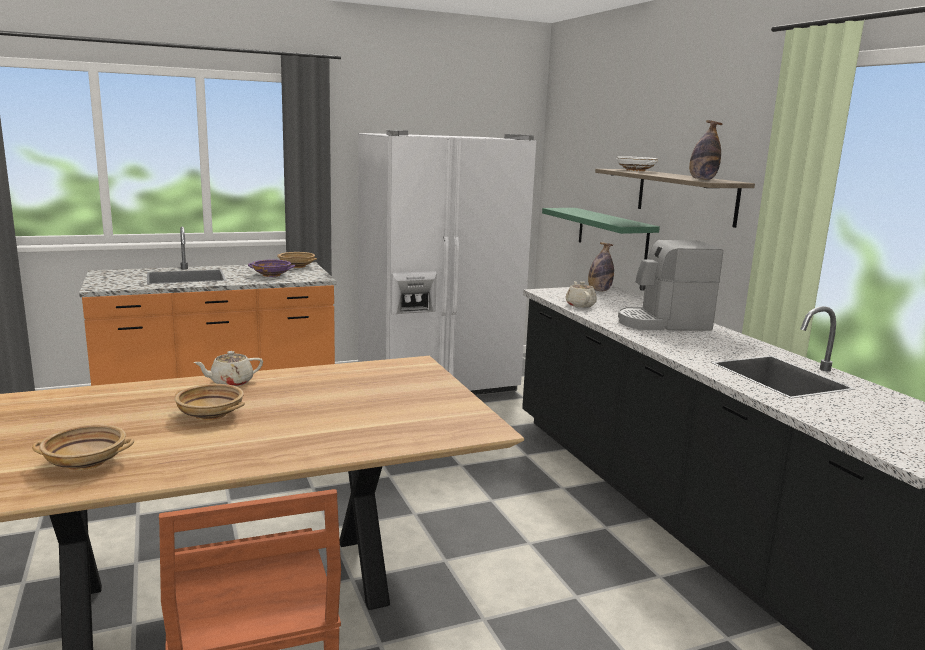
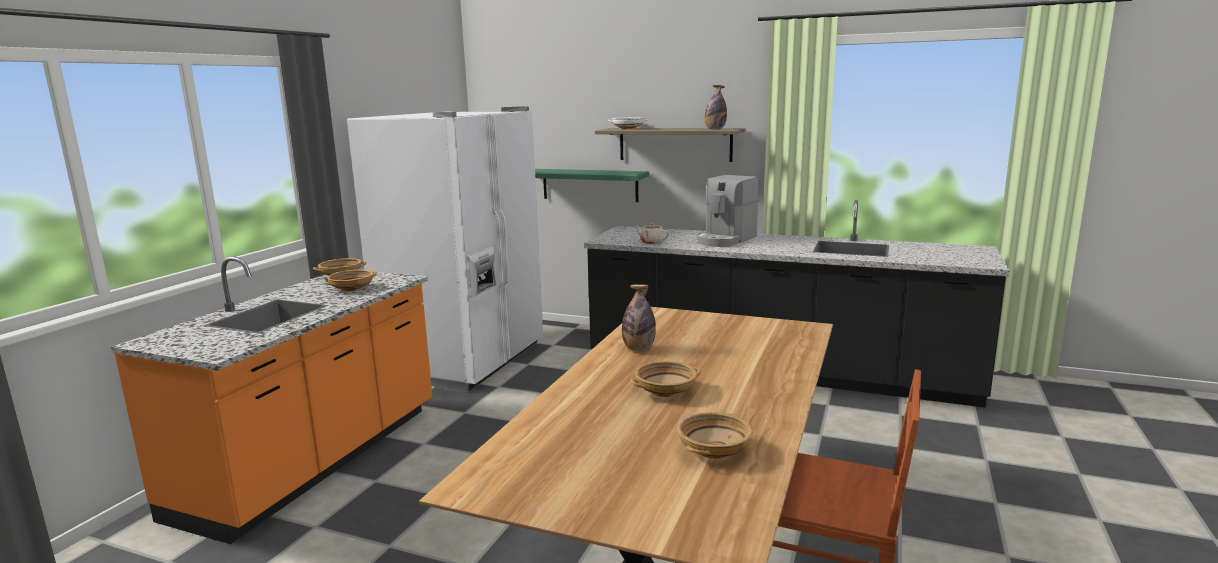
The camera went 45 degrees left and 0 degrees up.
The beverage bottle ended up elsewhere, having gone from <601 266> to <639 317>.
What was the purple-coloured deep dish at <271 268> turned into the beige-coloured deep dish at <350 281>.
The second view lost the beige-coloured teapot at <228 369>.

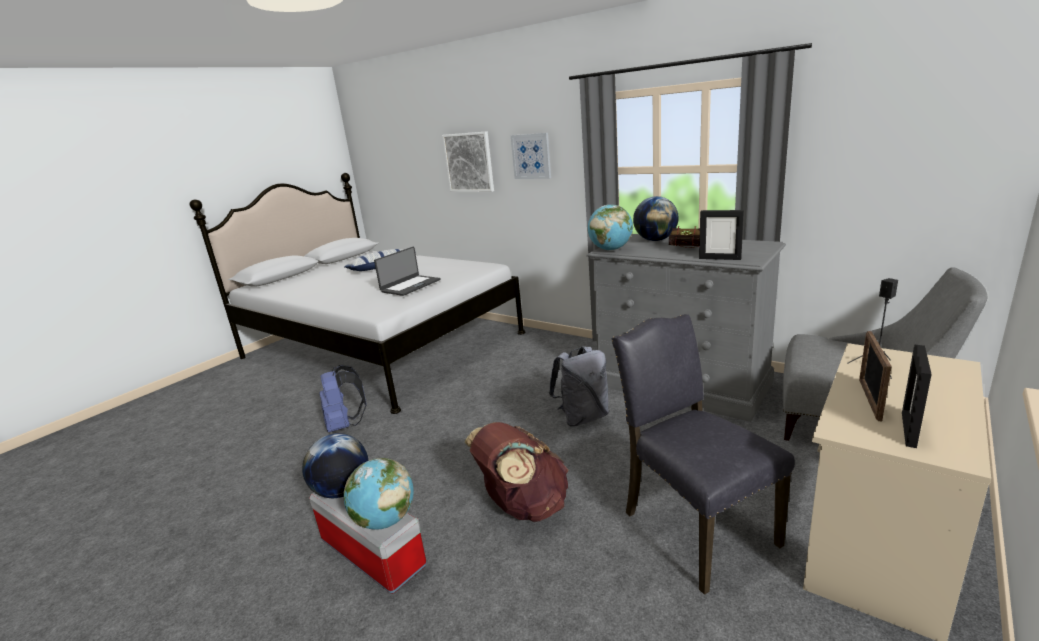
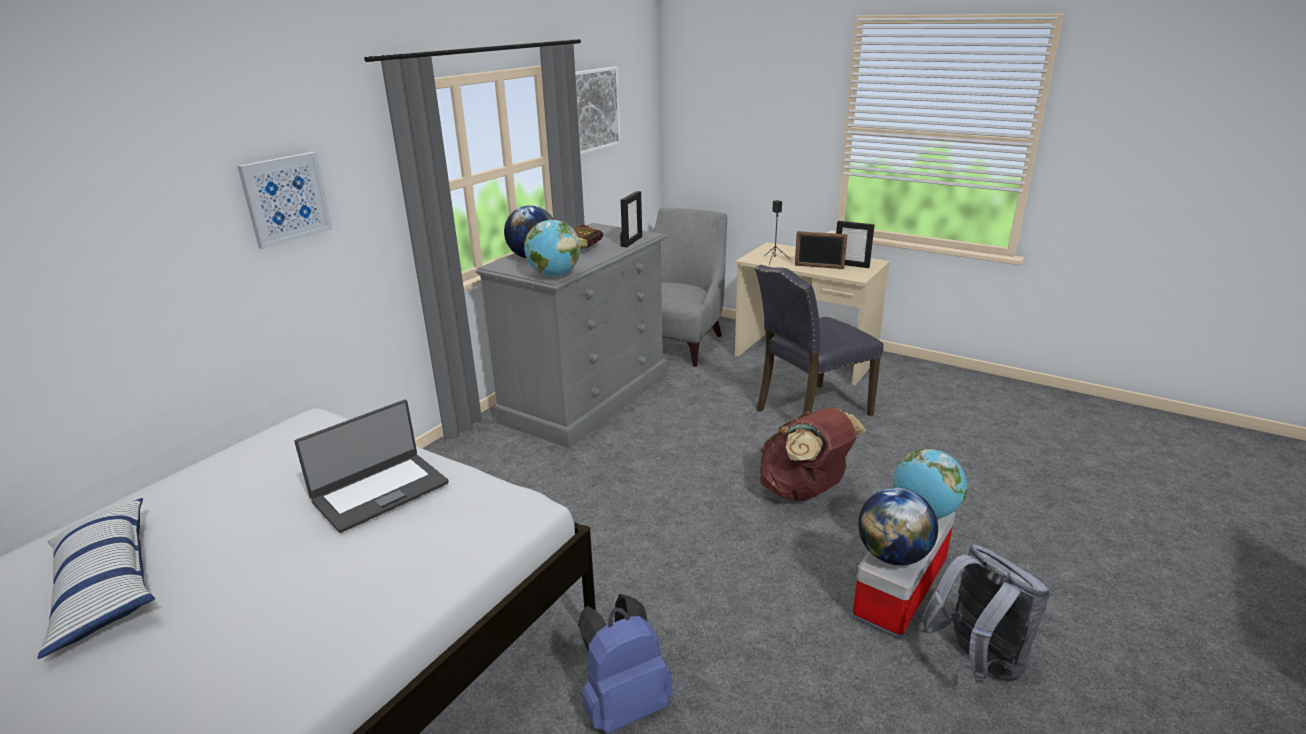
The camera went 95 degrees left and 5 degrees up.
The wall picture ended up elsewhere, having gone from <468 161> to <598 111>.
The notebook computer at <407 271> ended up facing another way, 105 degrees clockwise from before.
The grey rucksack ended up elsewhere, having gone from <579 386> to <984 614>.

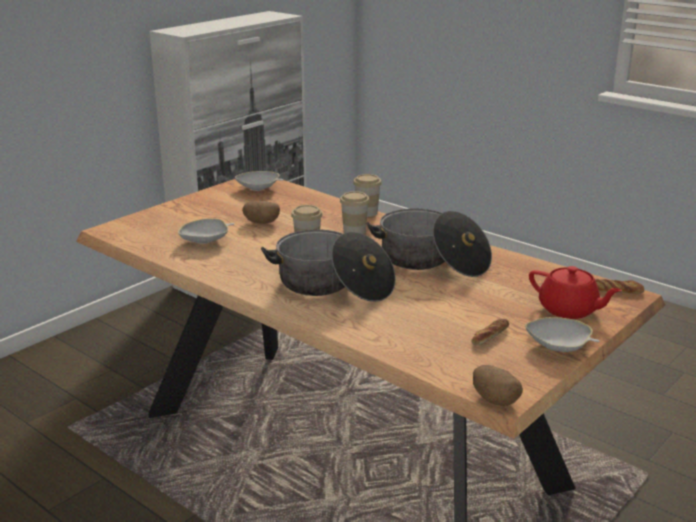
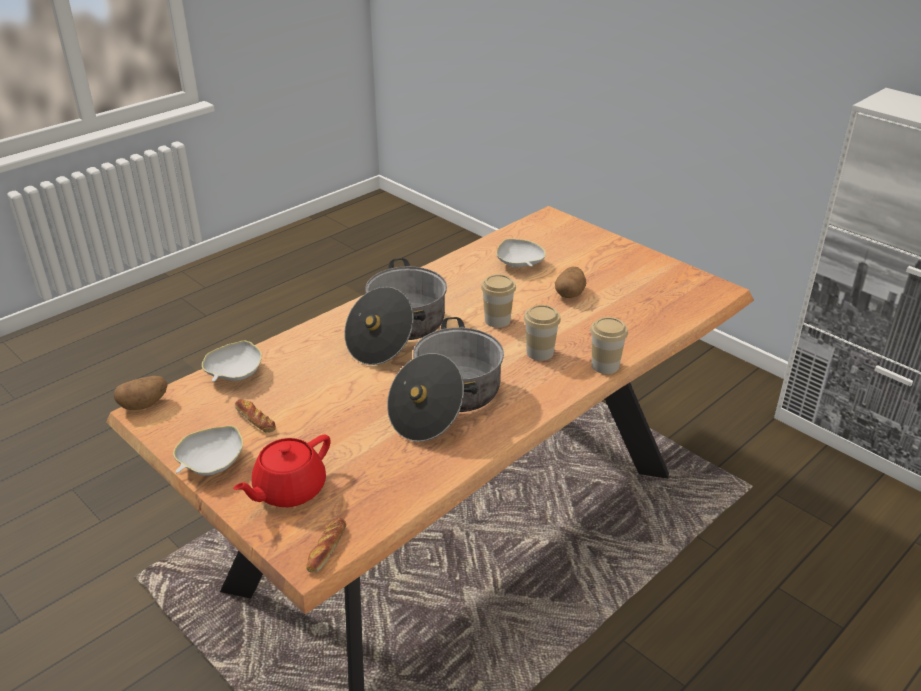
The camera went 95 degrees right and 10 degrees up.
The whitish deep dish ended up elsewhere, having gone from <259 181> to <232 361>.

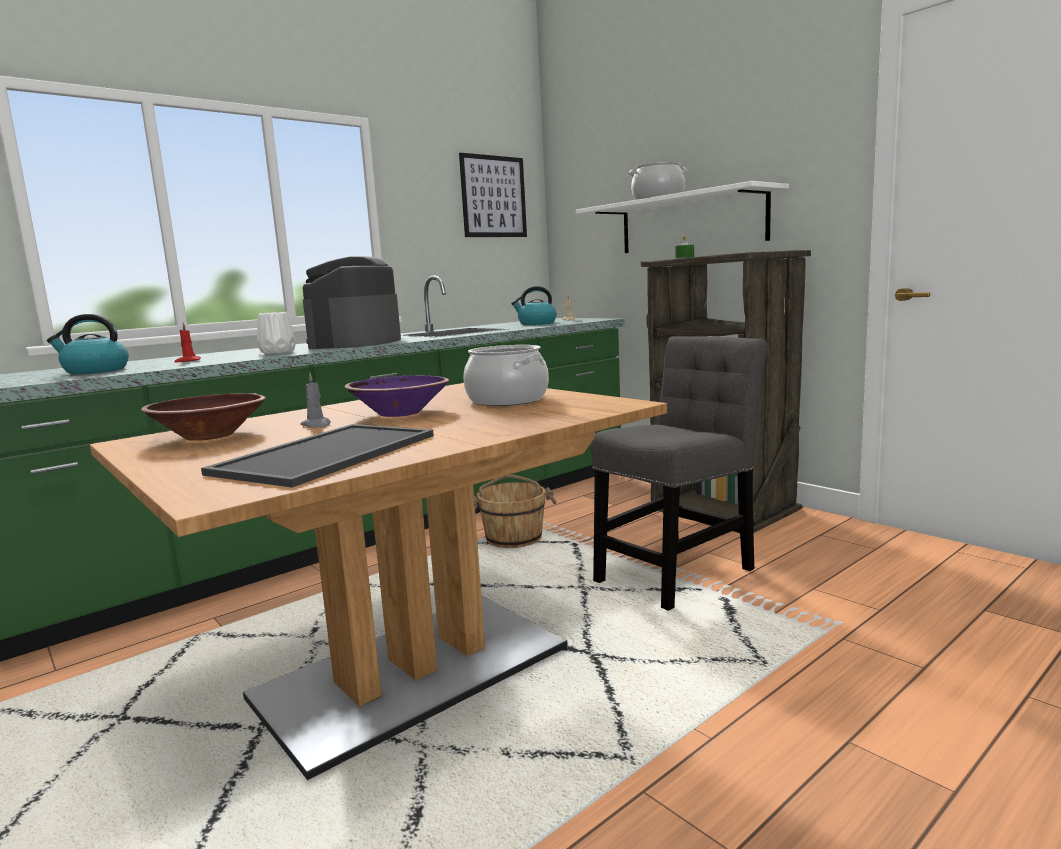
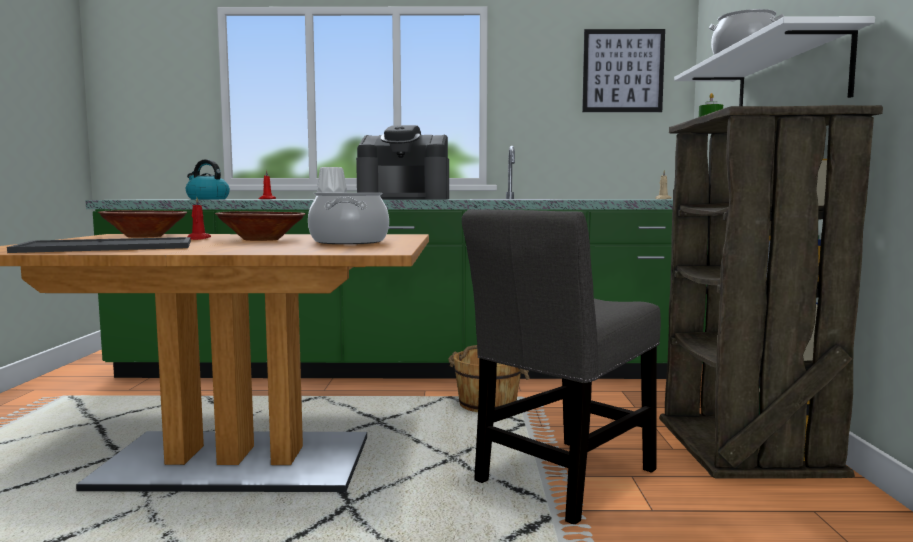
The camera went 40 degrees right and 5 degrees down.
The coffee maker at <352 302> ended up facing another way, 135 degrees counterclockwise from before.
The second view lost the tea kettle at <533 305>.
The grey upright chair at <680 473> ended up facing another way, 135 degrees clockwise from before.
What was the grey candle at <315 400> turned into the red-coloured candle at <199 219>.
What was the purple-coloured deep dish at <397 396> turned into the brownish deep dish at <260 226>.

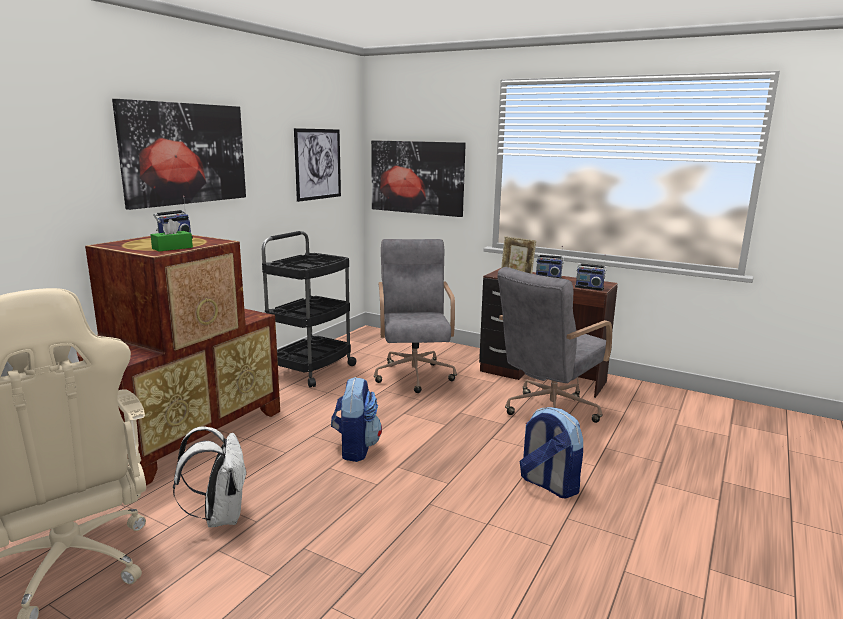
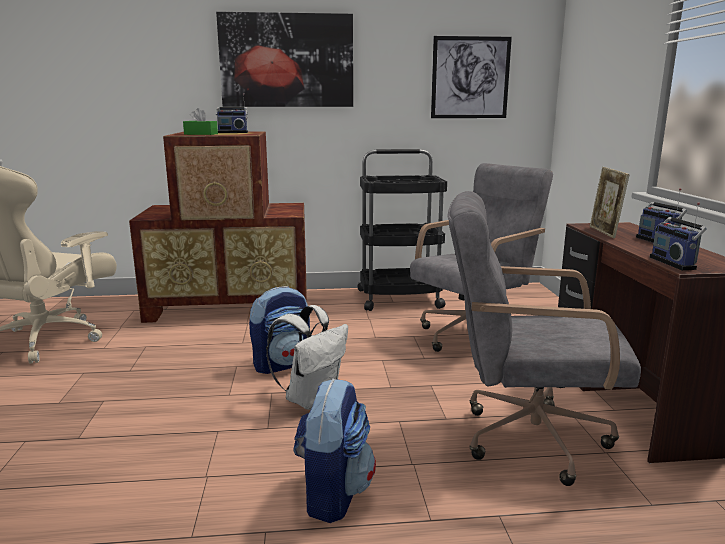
The camera went 55 degrees right and 0 degrees up.
The second view lost the wall picture at <418 178>.
The whitish rucksack ended up elsewhere, having gone from <209 477> to <307 357>.

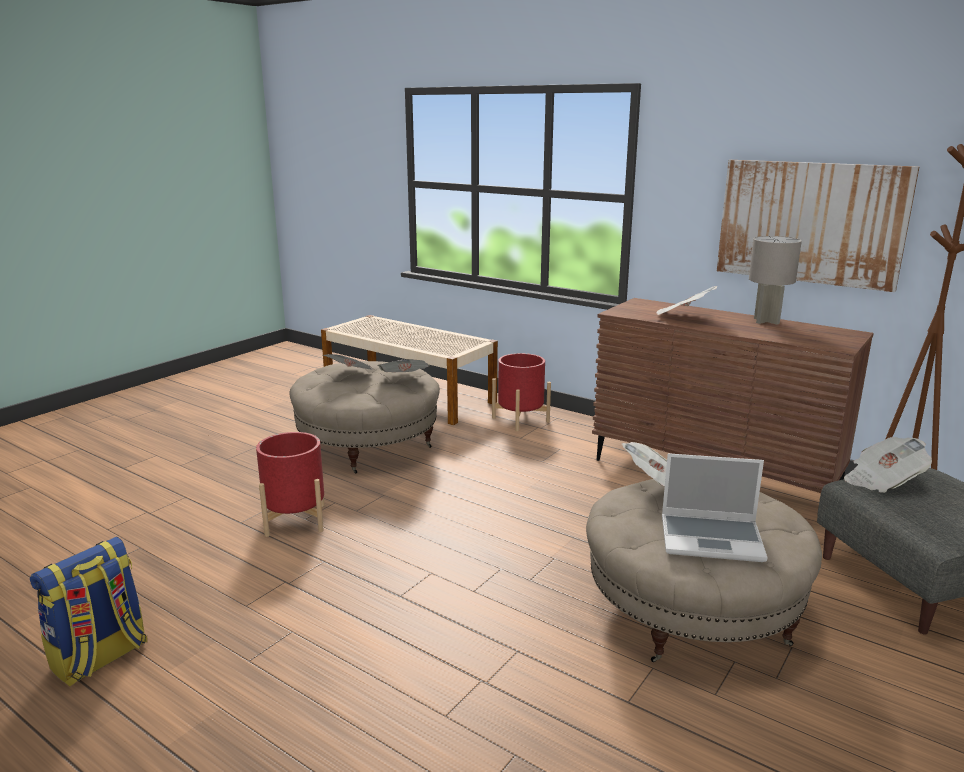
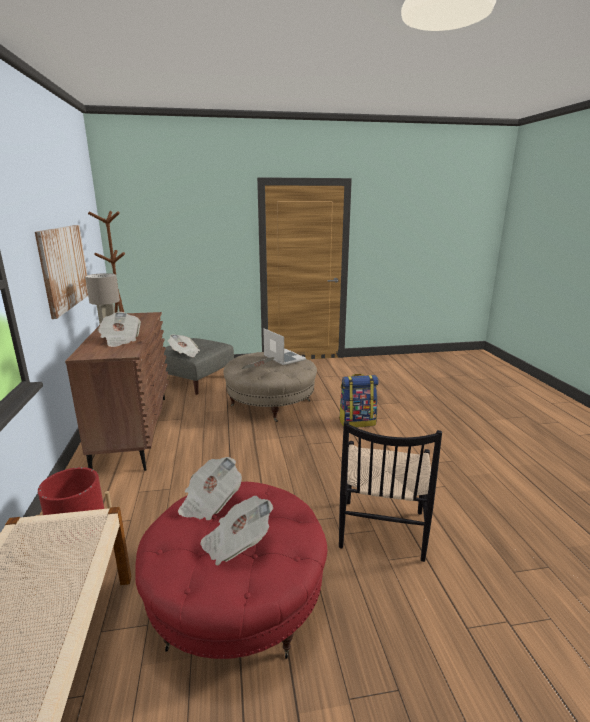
The camera went 135 degrees left and 0 degrees up.
What was the beige-coloured ottoman at <365 417> turned into the red-coloured ottoman at <231 570>.
Where the red-coloured flower pot stood at <290 484>, the blackish upright chair came to stand at <390 491>.
The rucksack ended up elsewhere, having gone from <89 612> to <359 401>.

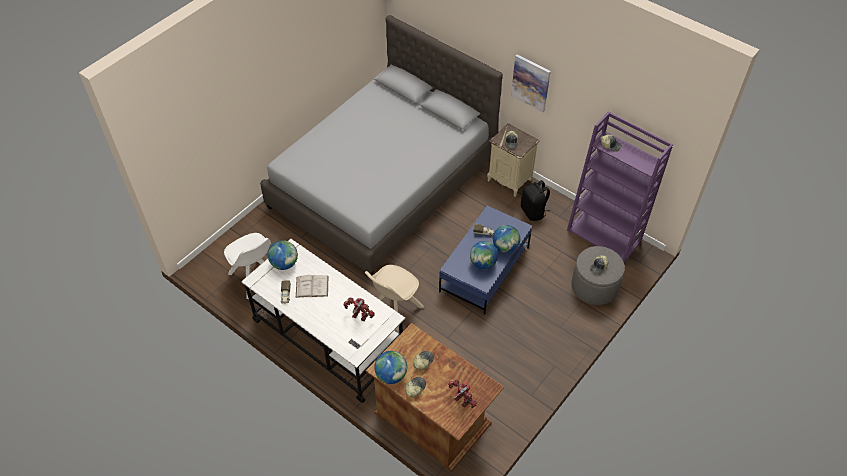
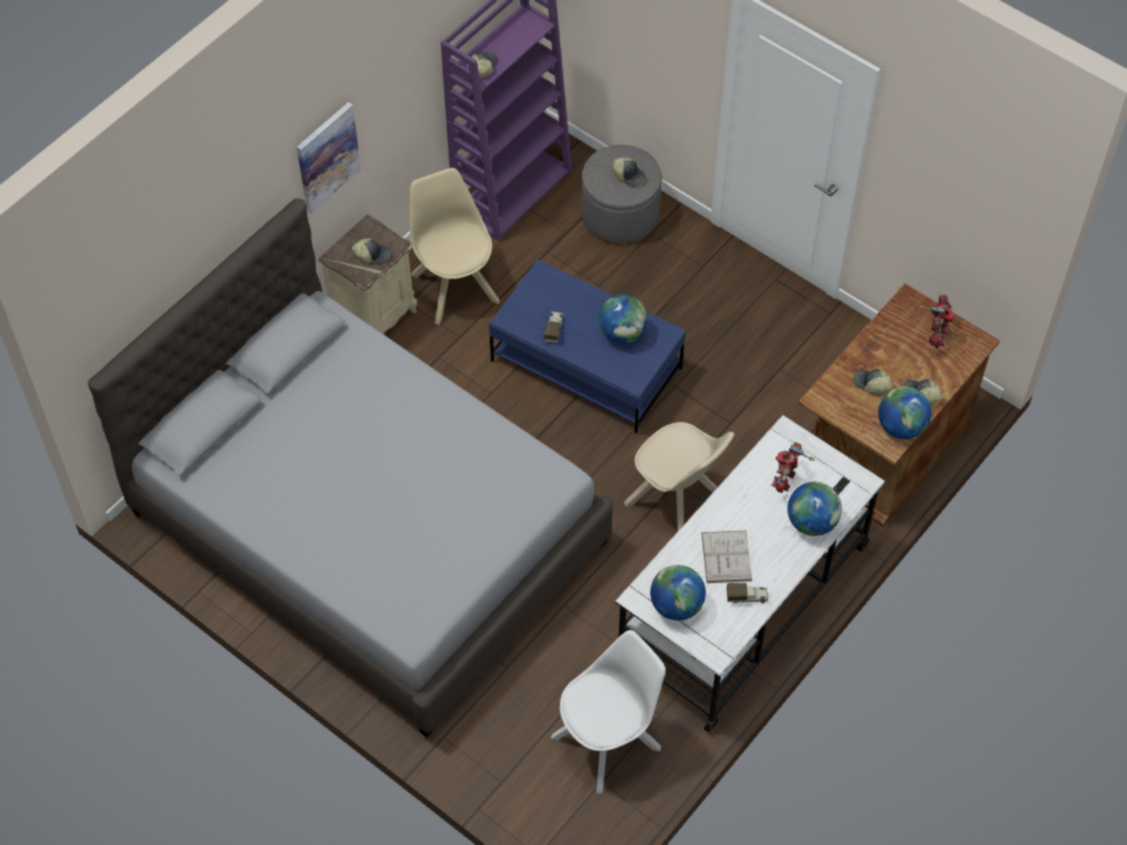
The camera went 90 degrees left and 5 degrees up.
Where the blackish rucksack stood at <535 200>, the beige-coloured upright chair came to stand at <454 246>.
The world globe ended up elsewhere, having gone from <506 239> to <815 509>.
The robot figure at <462 393> ended up facing another way, 150 degrees clockwise from before.

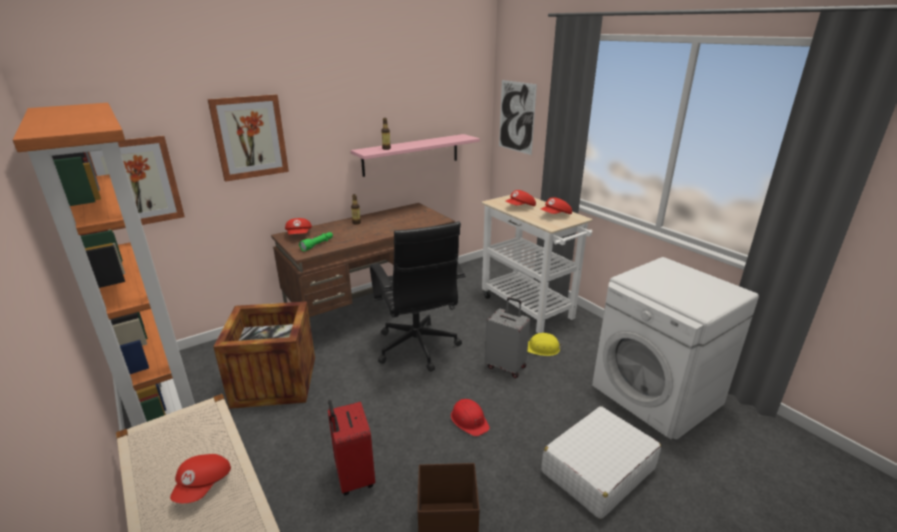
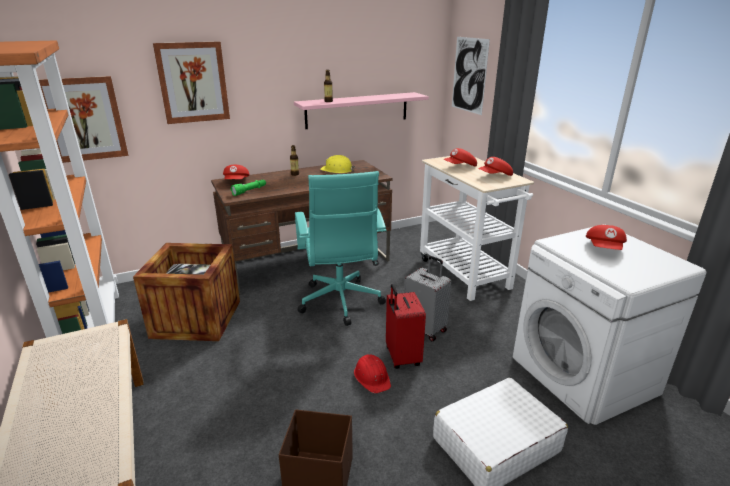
The camera went 10 degrees right and 0 degrees up.
What was the blackish computer chair at <418 297> turned into the blue-green computer chair at <340 248>.
The yellowish hard hat ended up elsewhere, having gone from <545 344> to <337 164>.
The red-coloured suitcase ended up elsewhere, having gone from <351 447> to <406 326>.
The red-coloured baseball cap ended up elsewhere, having gone from <200 478> to <606 237>.

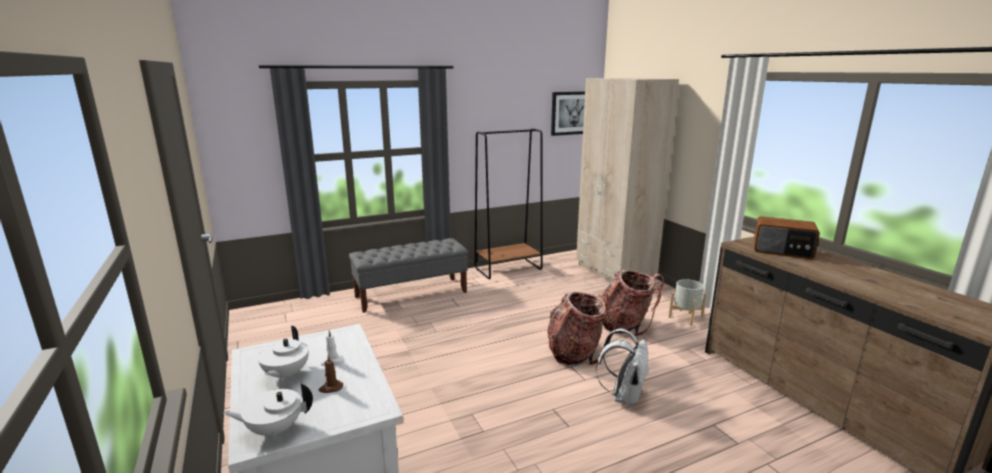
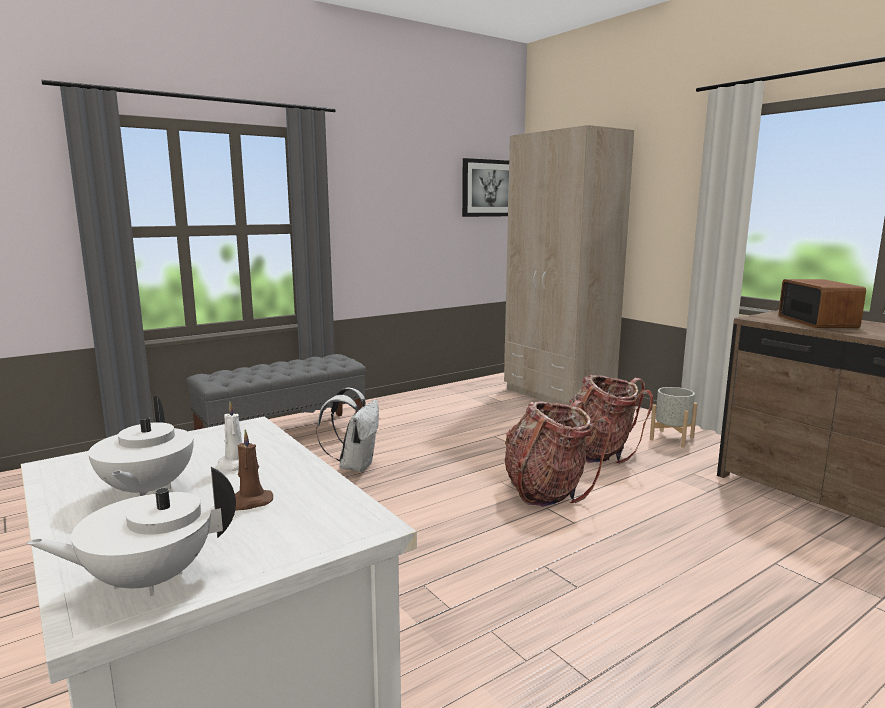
The camera went 10 degrees left and 5 degrees down.
The second view lost the garment rack at <508 203>.
The radio set at <787 237> ended up facing another way, 105 degrees counterclockwise from before.
The whitish rucksack ended up elsewhere, having gone from <622 367> to <347 429>.

